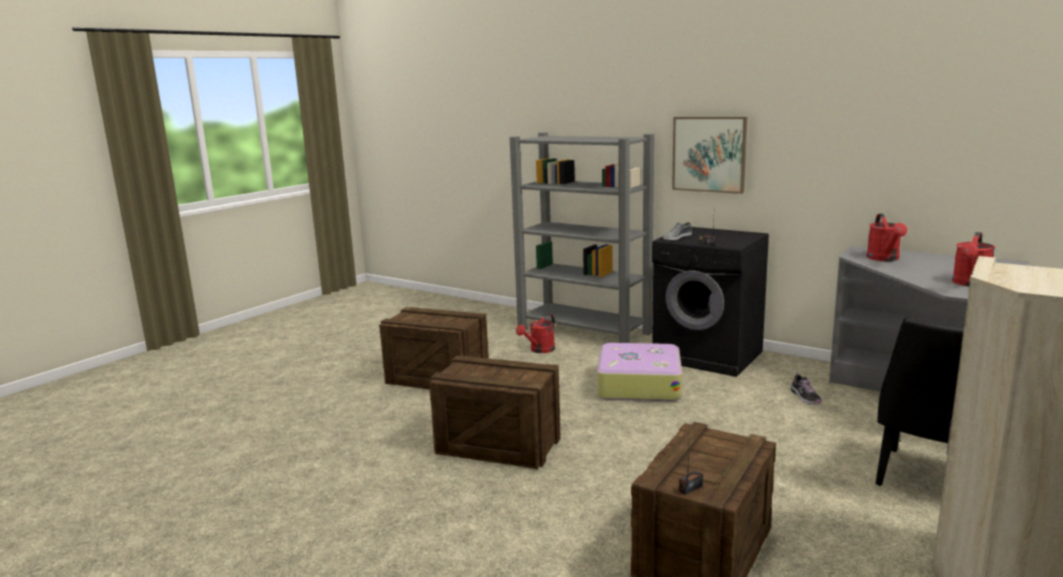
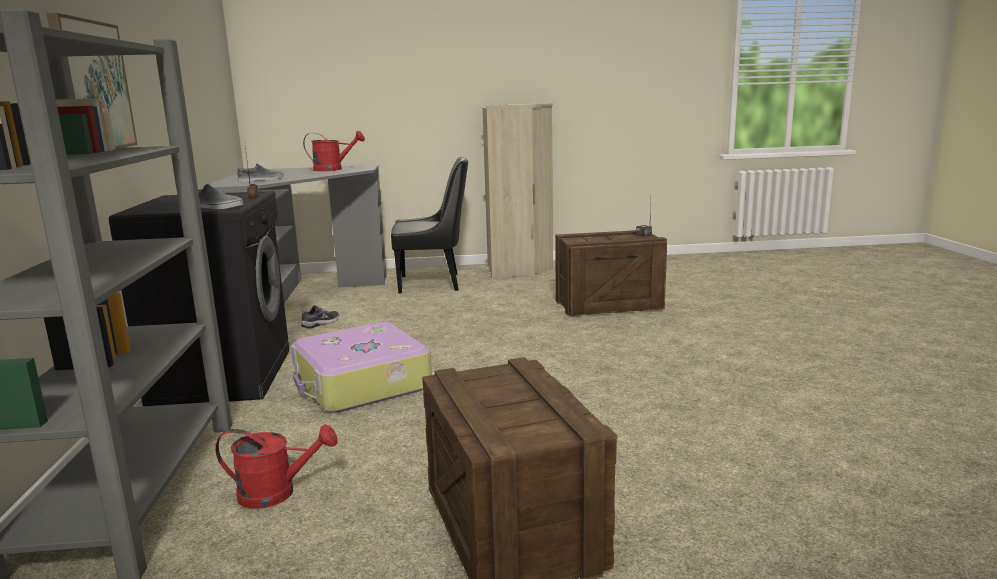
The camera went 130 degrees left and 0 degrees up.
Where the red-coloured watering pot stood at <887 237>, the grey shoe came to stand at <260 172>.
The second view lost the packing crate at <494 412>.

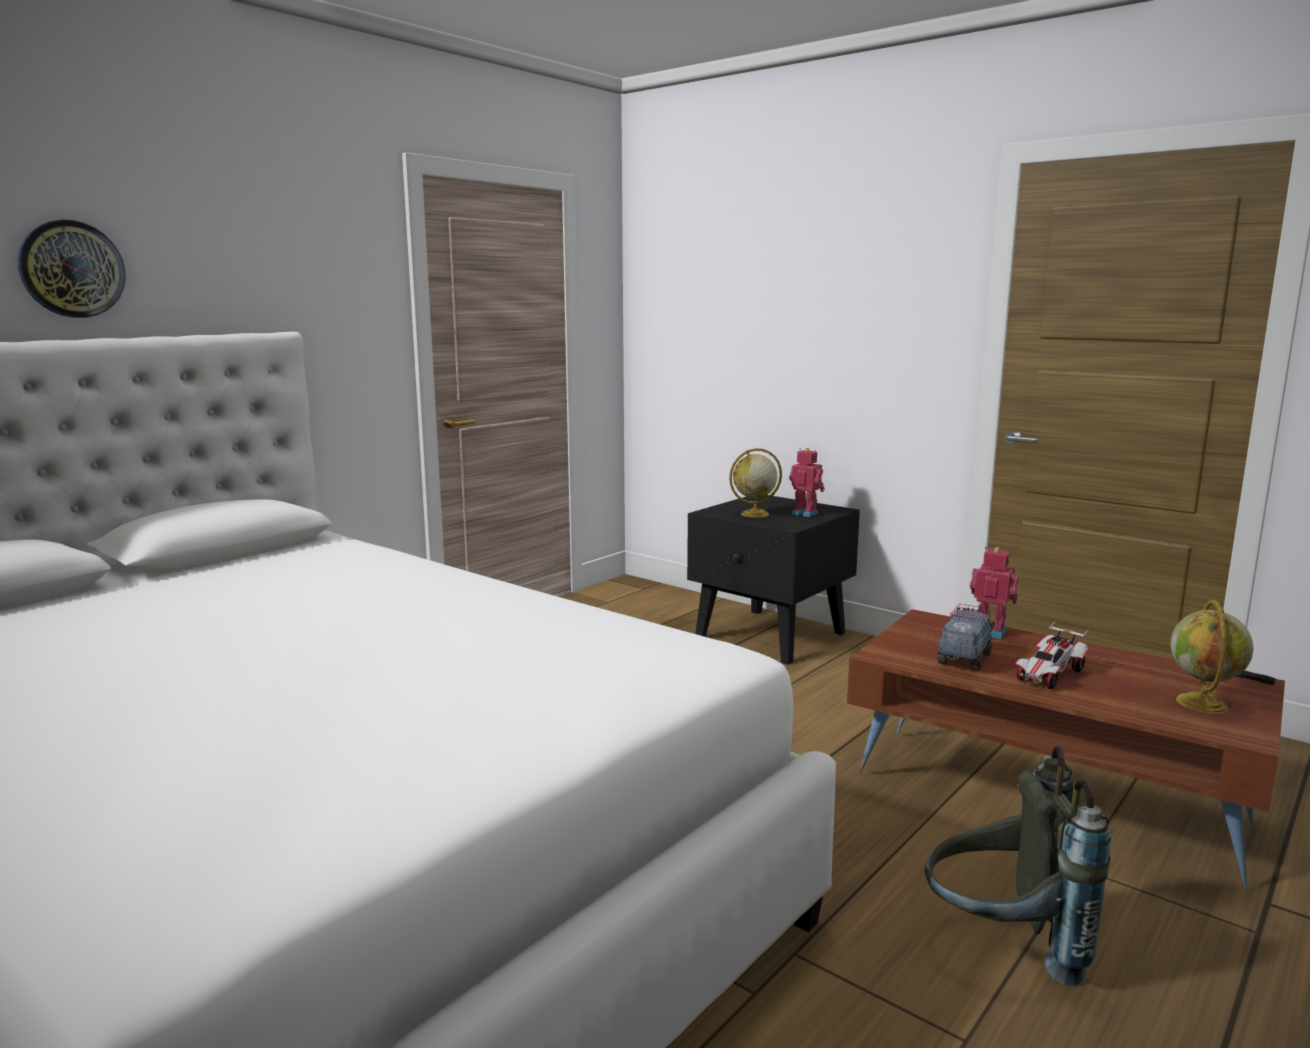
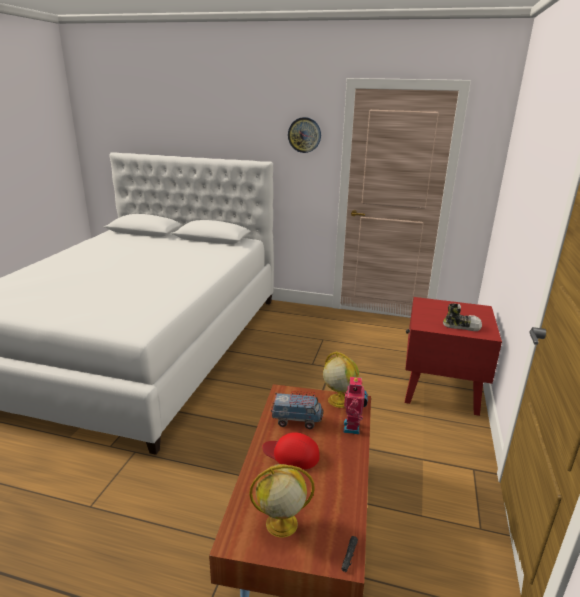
The camera went 65 degrees right and 10 degrees up.
The clock on the wall ended up elsewhere, having gone from <71 269> to <304 135>.
The world globe ended up elsewhere, having gone from <755 483> to <341 380>.
Where the robot figure stood at <807 482>, the shoe came to stand at <462 317>.
What was the blackish nightstand at <773 580> turned into the red-coloured nightstand at <453 356>.
Where the toy car stood at <1052 655>, the red-coloured baseball cap came to stand at <291 450>.
The second view lost the grey rucksack at <1018 866>.

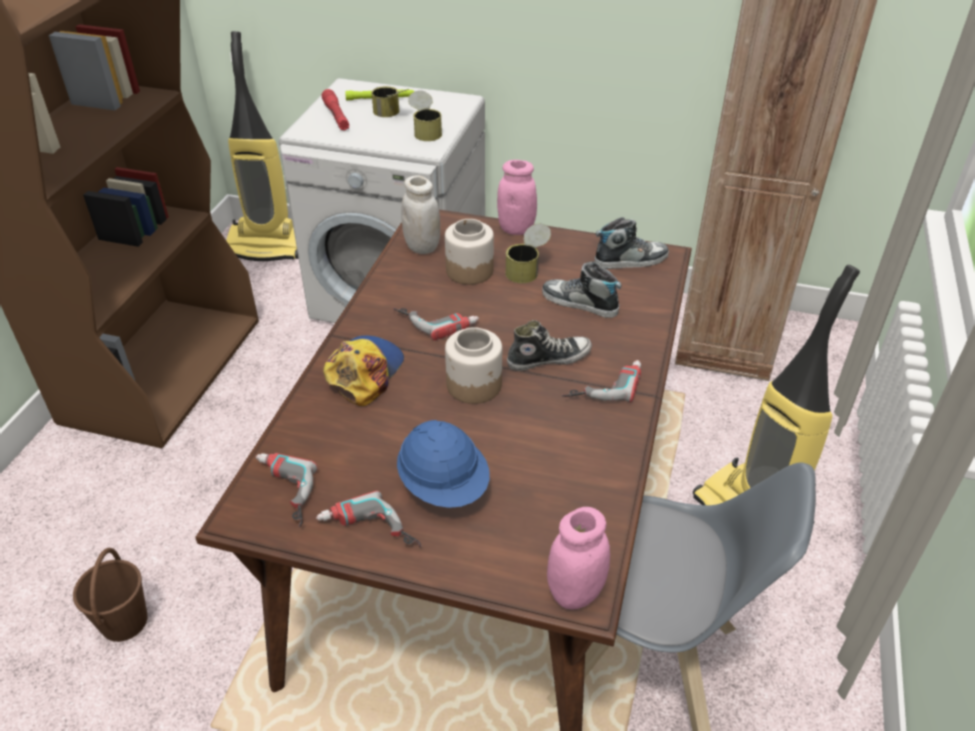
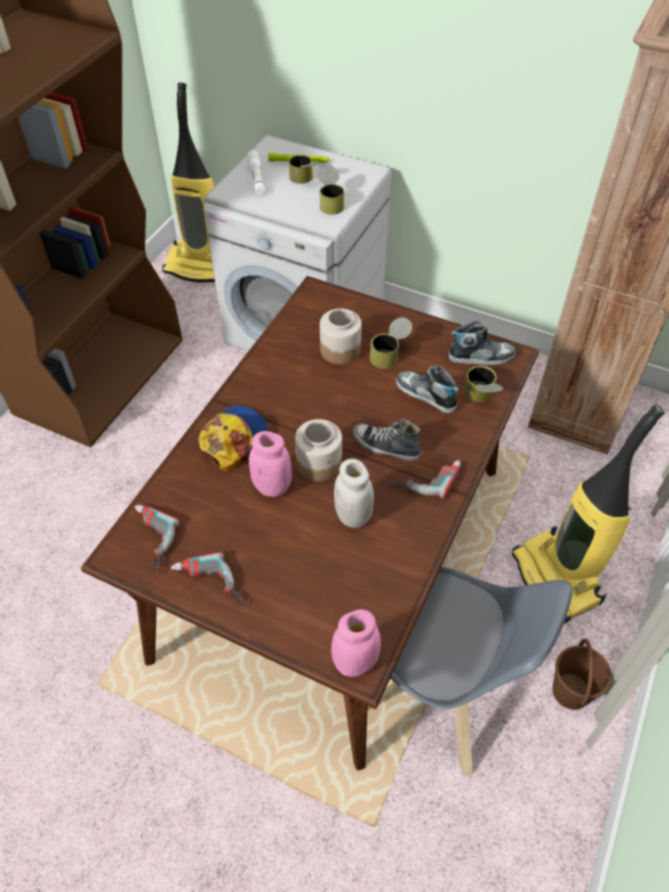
The camera went 10 degrees right and 10 degrees up.
What was the red-coloured flashlight at <335 110> turned into the whitish flashlight at <256 173>.
The pink-coloured jar ended up elsewhere, having gone from <517 197> to <270 464>.
The whitish jar ended up elsewhere, having gone from <420 215> to <354 493>.
The second view lost the power drill at <436 324>.
The shoe at <549 345> ended up facing another way, 150 degrees counterclockwise from before.
The second view lost the blue hard hat at <443 464>.
The brownish water bucket ended up elsewhere, having gone from <110 595> to <582 674>.
The second view gained the can at <483 383>.

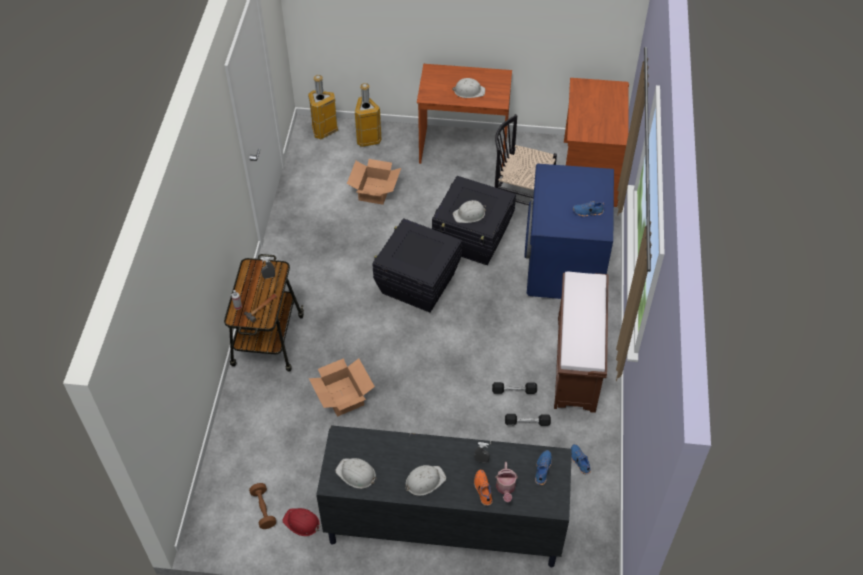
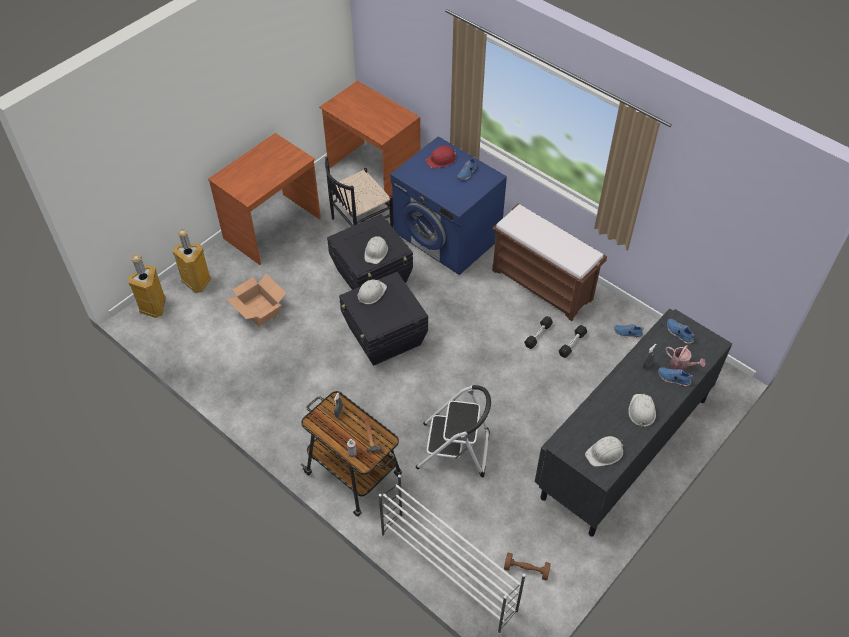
The camera went 55 degrees left and 0 degrees up.
The whitish hard hat ended up elsewhere, having gone from <468 88> to <372 291>.
Where the carton stood at <342 387>, the stepladder came to stand at <453 431>.
What was the orangey shoe at <483 488> turned into the blue shoe at <675 376>.
The red-coloured hard hat ended up elsewhere, having gone from <301 522> to <441 156>.
The second view gained the whitish shoe rack at <452 554>.

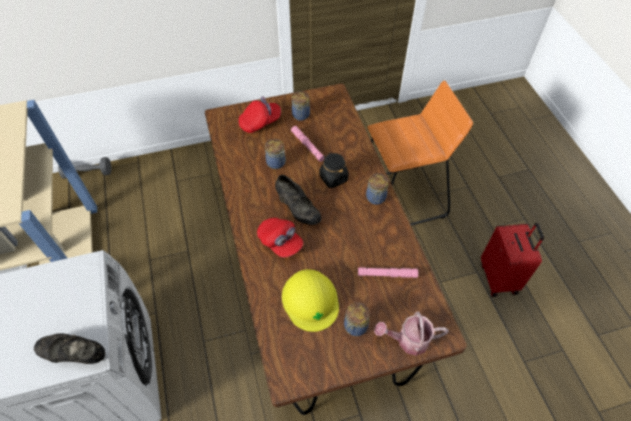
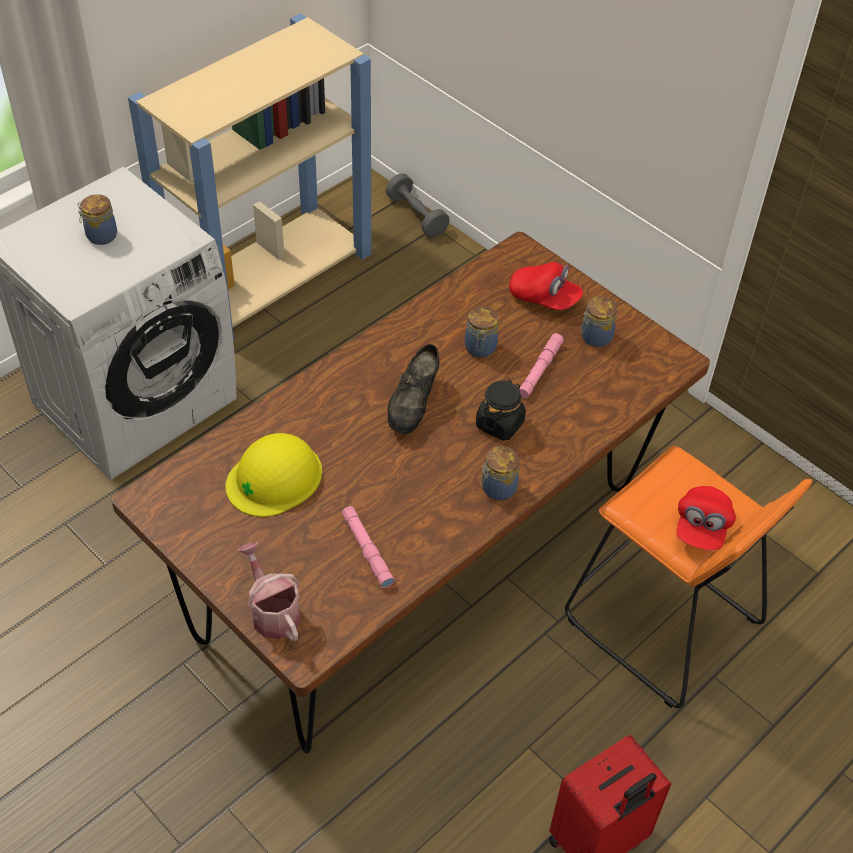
The camera went 60 degrees right and 5 degrees down.
The red-coloured baseball cap ended up elsewhere, having gone from <280 238> to <706 518>.
The jar ended up elsewhere, having gone from <357 319> to <97 219>.
The second view lost the blackish shoe at <69 348>.

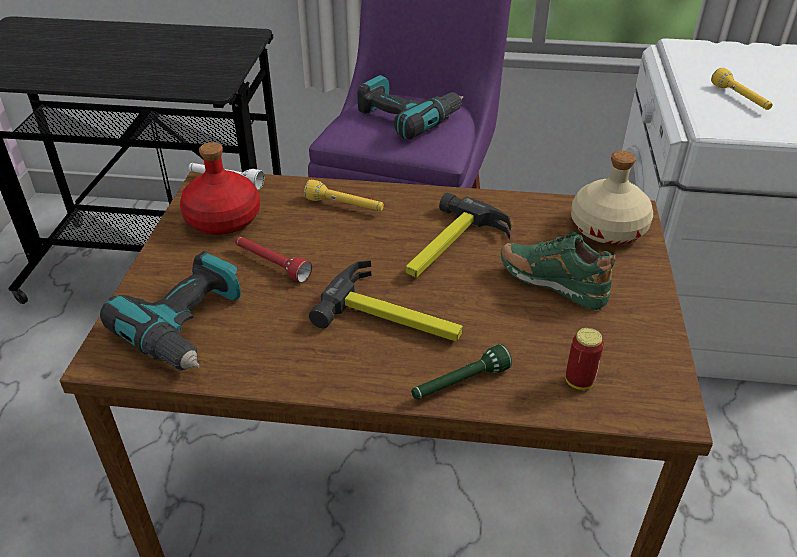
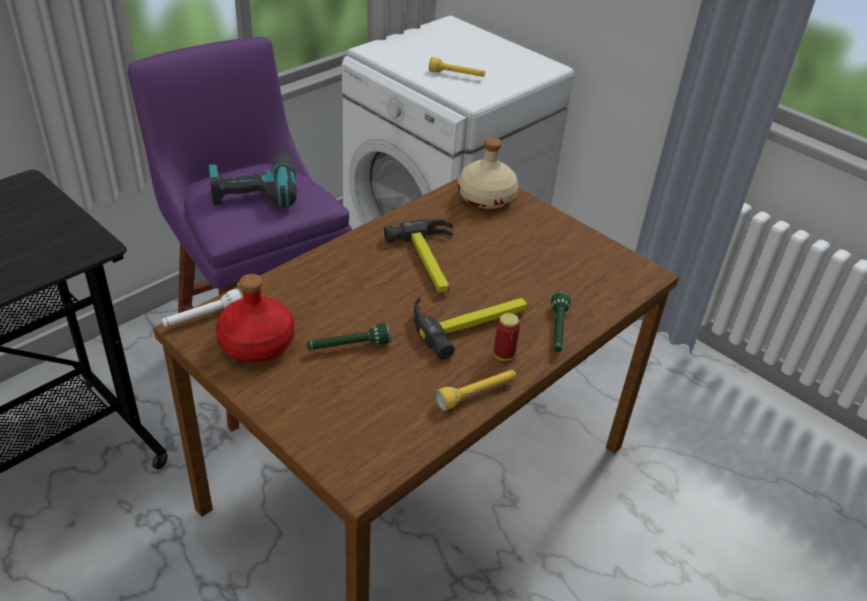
The camera went 55 degrees left and 0 degrees up.
The yellowish flashlight ended up elsewhere, having gone from <344 195> to <475 390>.
The second view lost the greenish shoe at <558 271>.
What was the red-coloured flashlight at <273 259> turned into the greenish flashlight at <349 336>.
The second view lost the power drill at <171 311>.
The can ended up elsewhere, having gone from <584 359> to <506 337>.

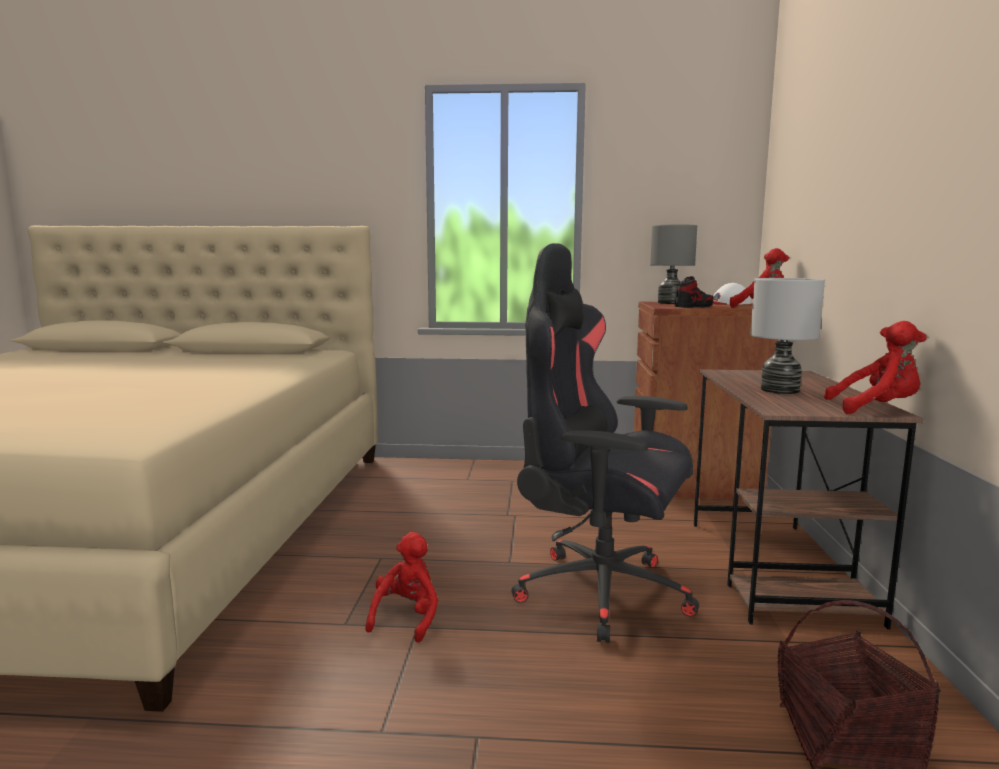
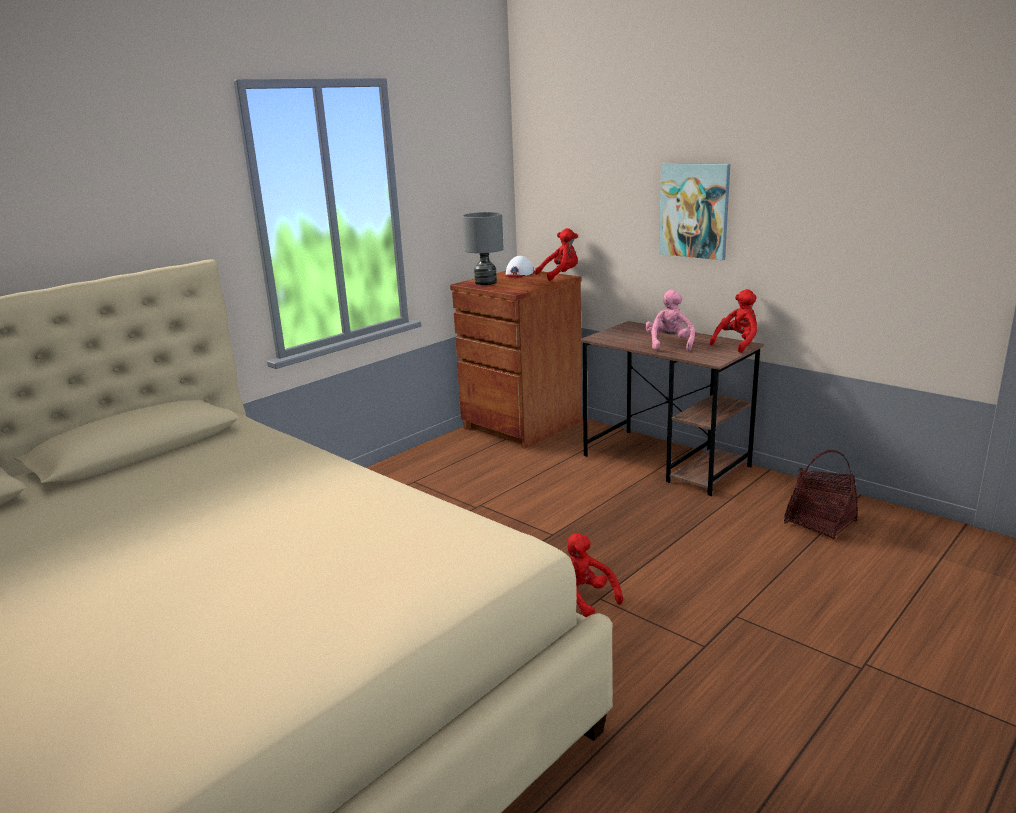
The camera went 50 degrees left and 10 degrees up.
The second view lost the blackish computer chair at <605 443>.
The second view lost the shoe at <693 292>.
Where the grey tabletop lamp stood at <787 336>, the pink-coloured cuddly toy came to stand at <670 320>.
The second view gained the wall picture at <694 211>.

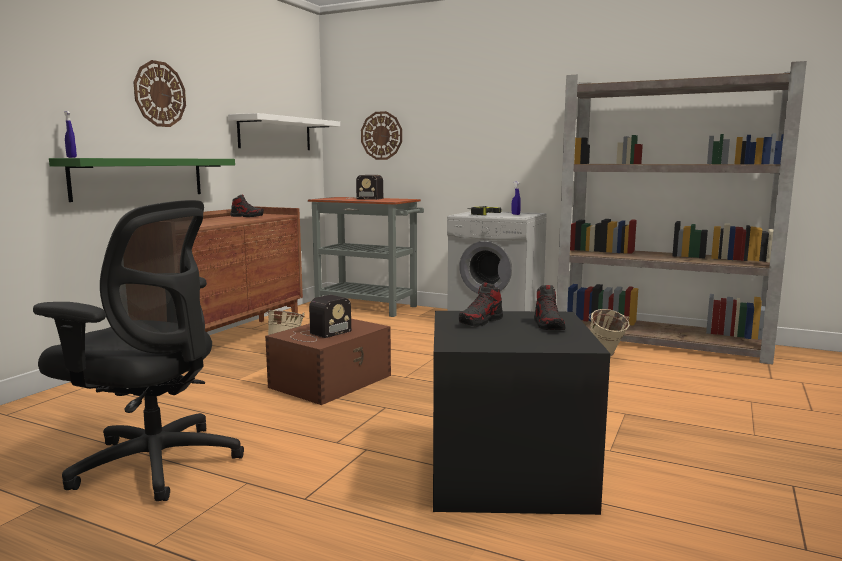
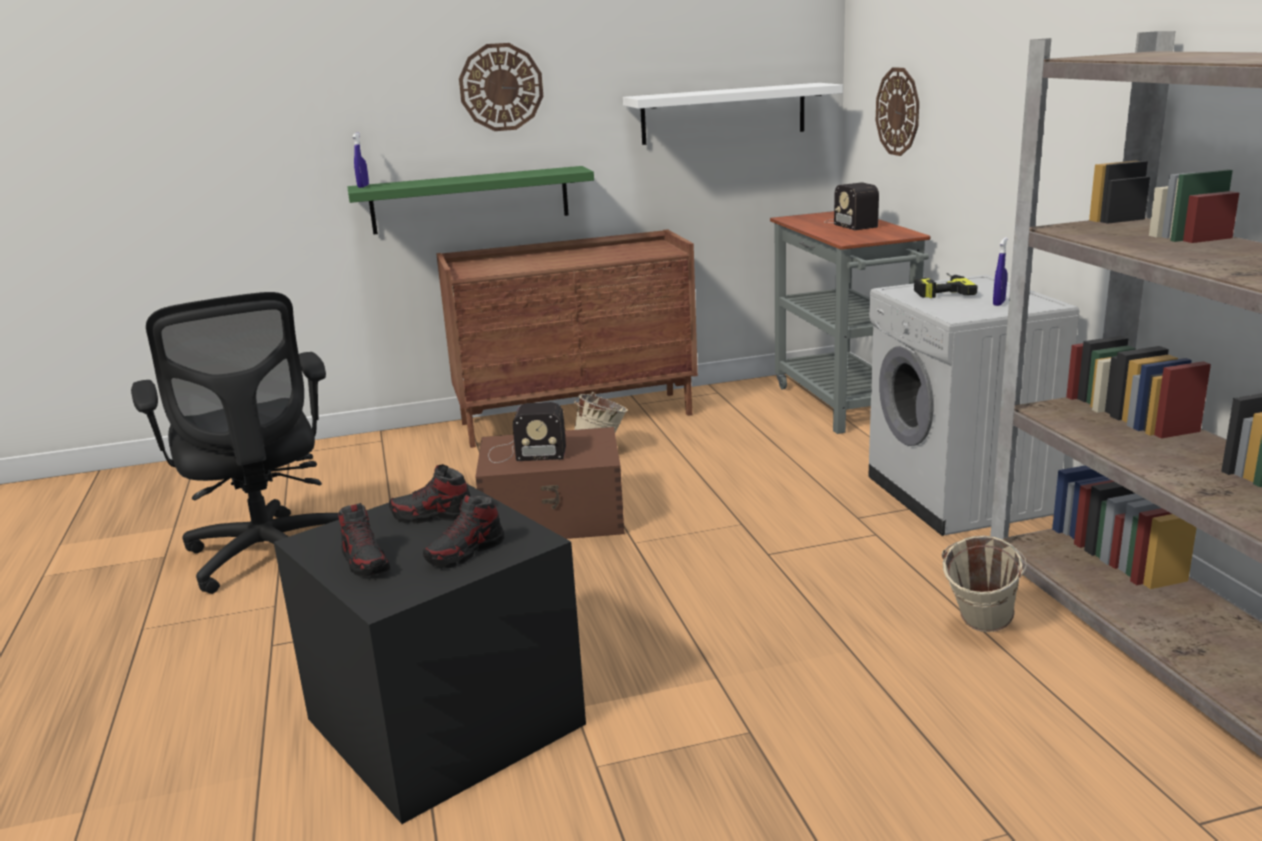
The camera went 50 degrees right and 10 degrees up.
The shoe ended up elsewhere, having gone from <247 205> to <364 540>.

